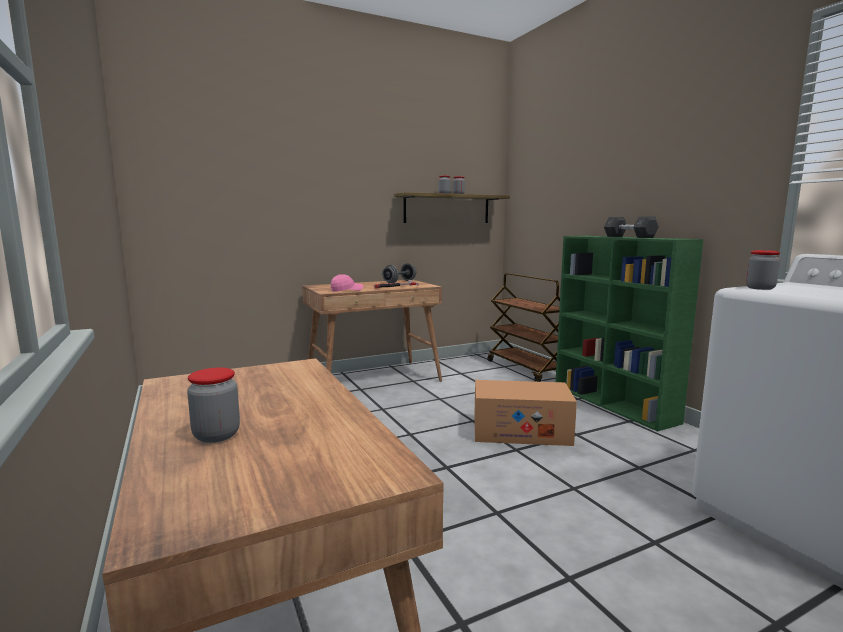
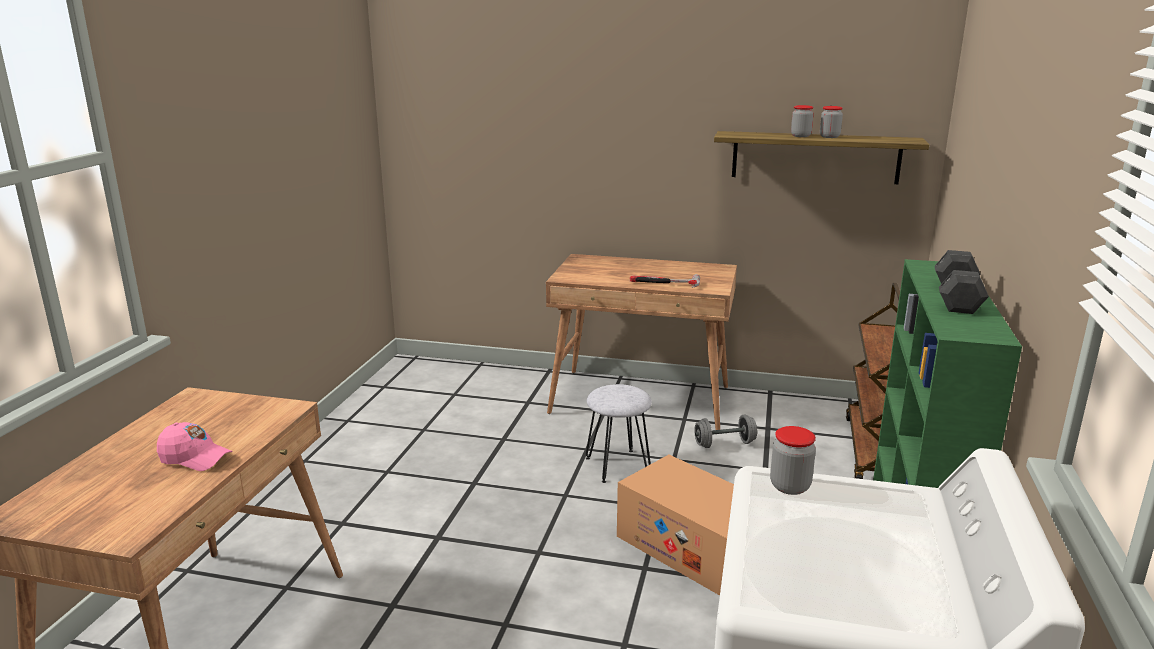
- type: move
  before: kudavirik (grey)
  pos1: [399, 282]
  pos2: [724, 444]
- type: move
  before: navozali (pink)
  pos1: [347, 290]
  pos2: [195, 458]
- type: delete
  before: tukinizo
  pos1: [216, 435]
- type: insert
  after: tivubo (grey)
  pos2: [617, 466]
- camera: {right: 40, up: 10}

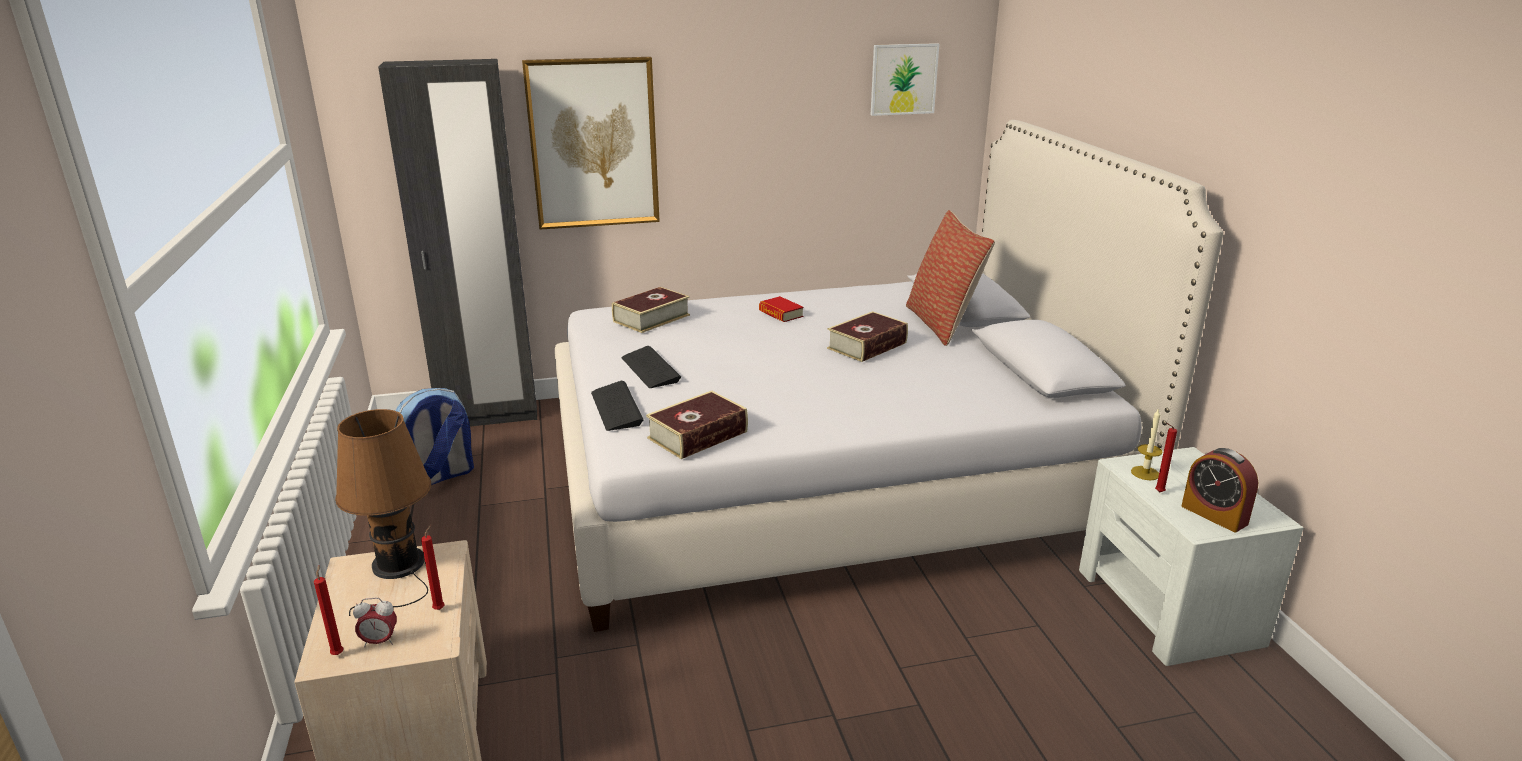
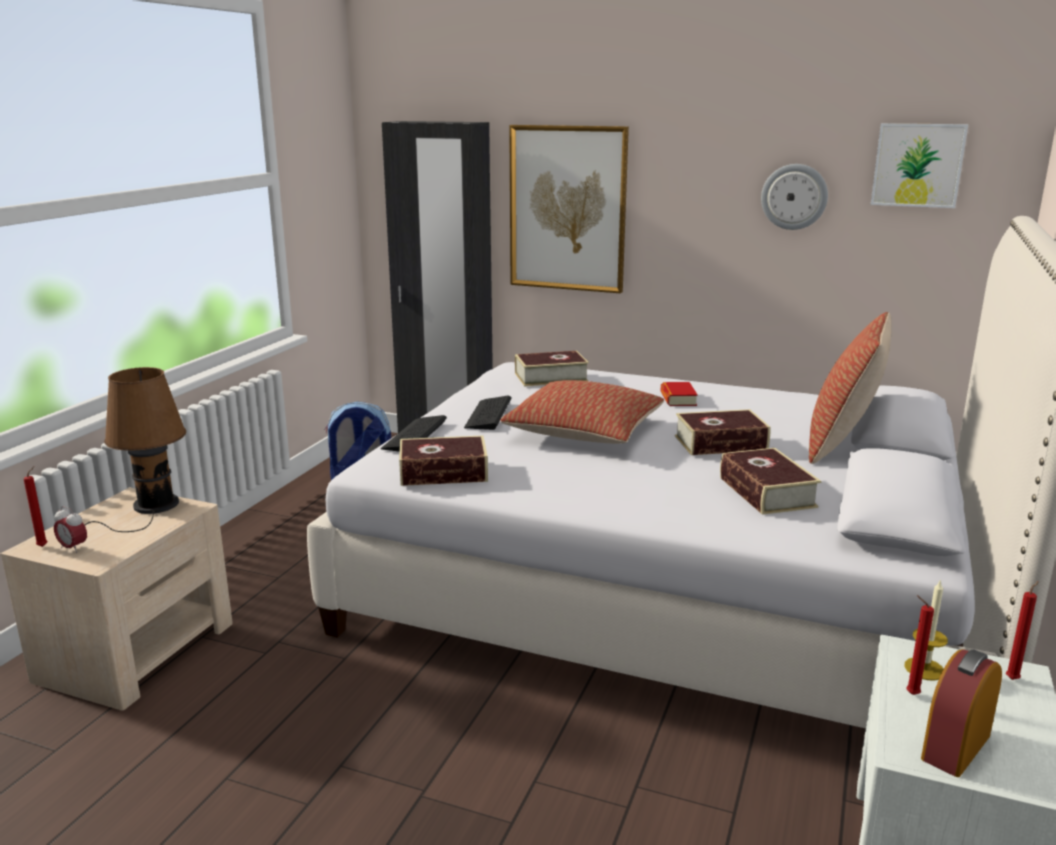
- type: rotate
  before: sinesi
  pos1: [1214, 515]
  pos2: [956, 747]
  turn: 45
- type: move
  before: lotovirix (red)
  pos1: [440, 608]
  pos2: [1013, 679]
- type: insert
  after: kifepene
  pos2: [794, 197]
- type: insert
  after: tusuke
  pos2: [584, 432]
- type: insert
  after: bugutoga
  pos2: [766, 492]
- camera: {right: 35, up: -5}

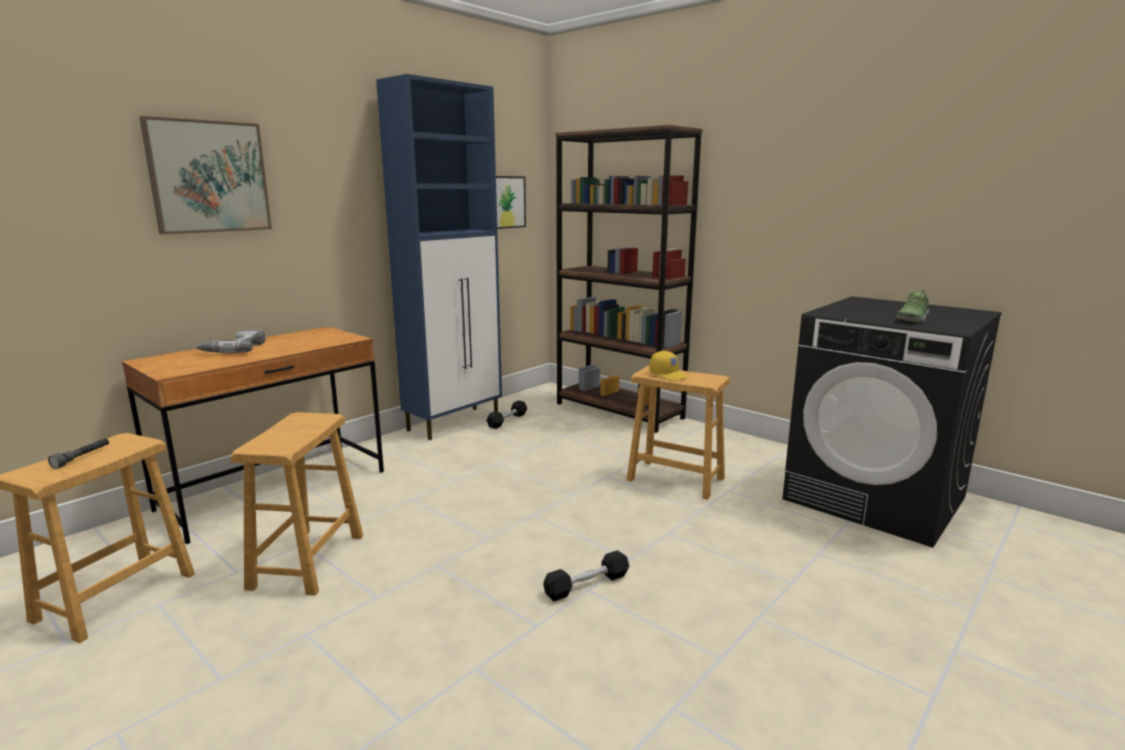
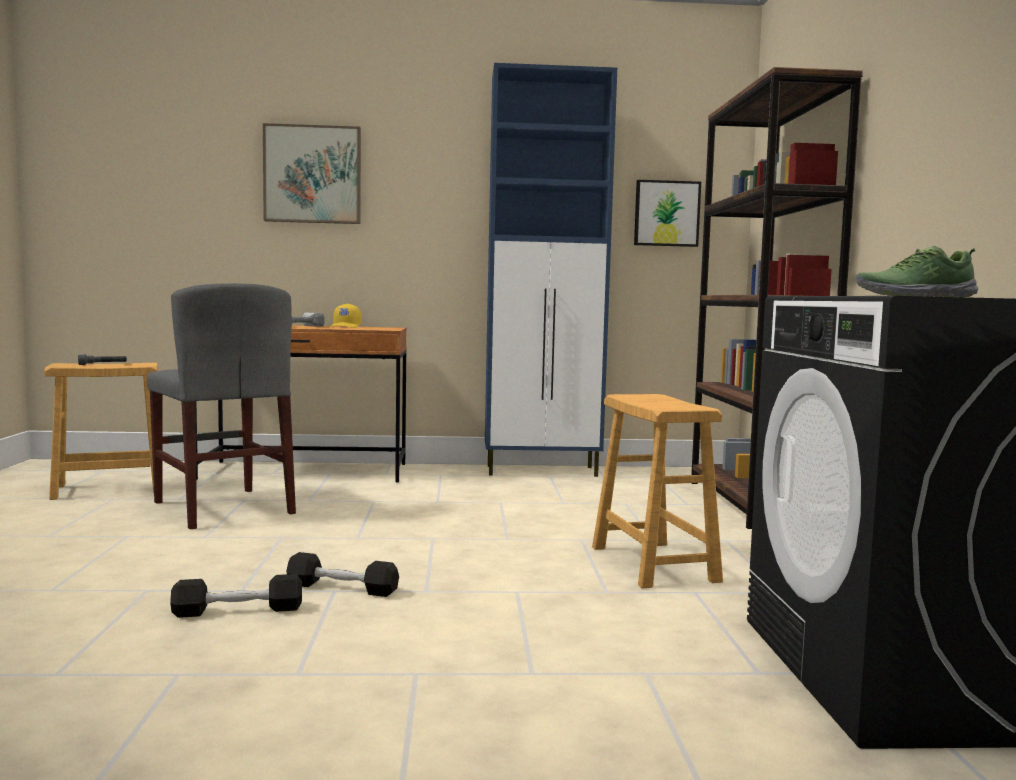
- type: move
  before: navozali (yellow)
  pos1: [669, 375]
  pos2: [346, 327]
- type: move
  before: kudavirik (black)
  pos1: [507, 420]
  pos2: [238, 610]
- type: replace
  before: tivubo (brown)
  after: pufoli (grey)
  pos1: [308, 561]
  pos2: [223, 508]
- camera: {right: 45, up: -10}

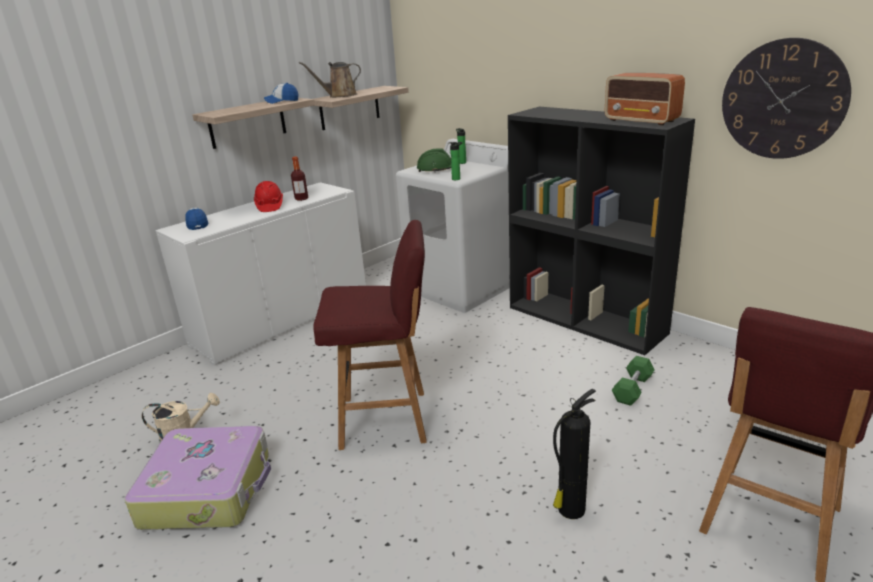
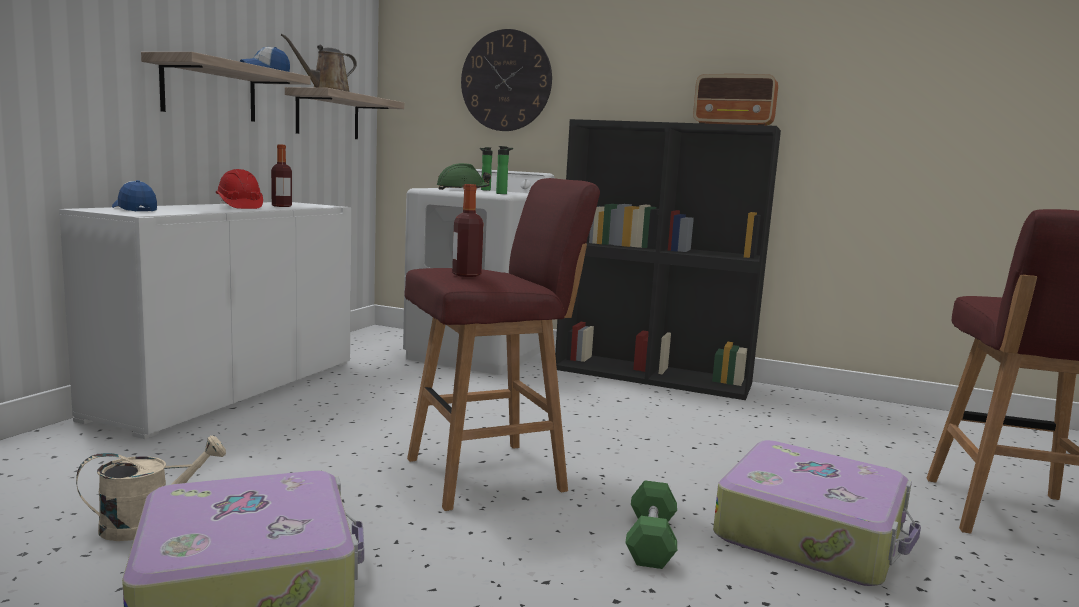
- type: move
  before: kifepene
  pos1: [783, 99]
  pos2: [506, 81]
- type: move
  before: kudavirik (green)
  pos1: [632, 389]
  pos2: [651, 541]
- type: replace
  before: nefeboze
  after: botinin
  pos1: [570, 510]
  pos2: [812, 533]
- type: insert
  after: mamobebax
  pos2: [466, 275]
- camera: {right: -25, up: -15}

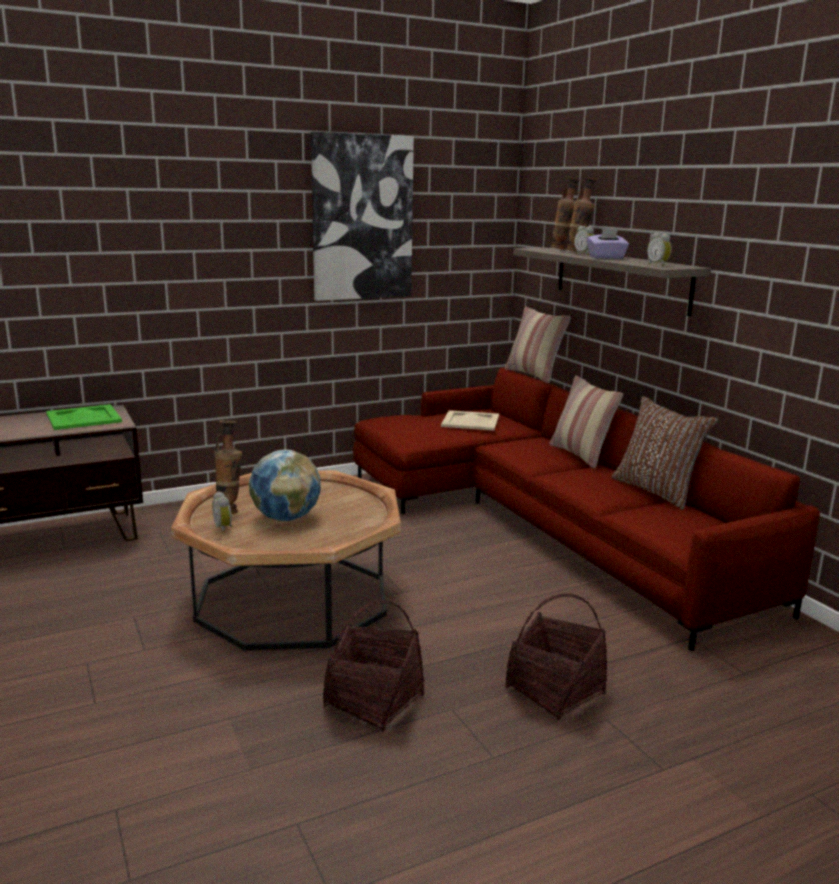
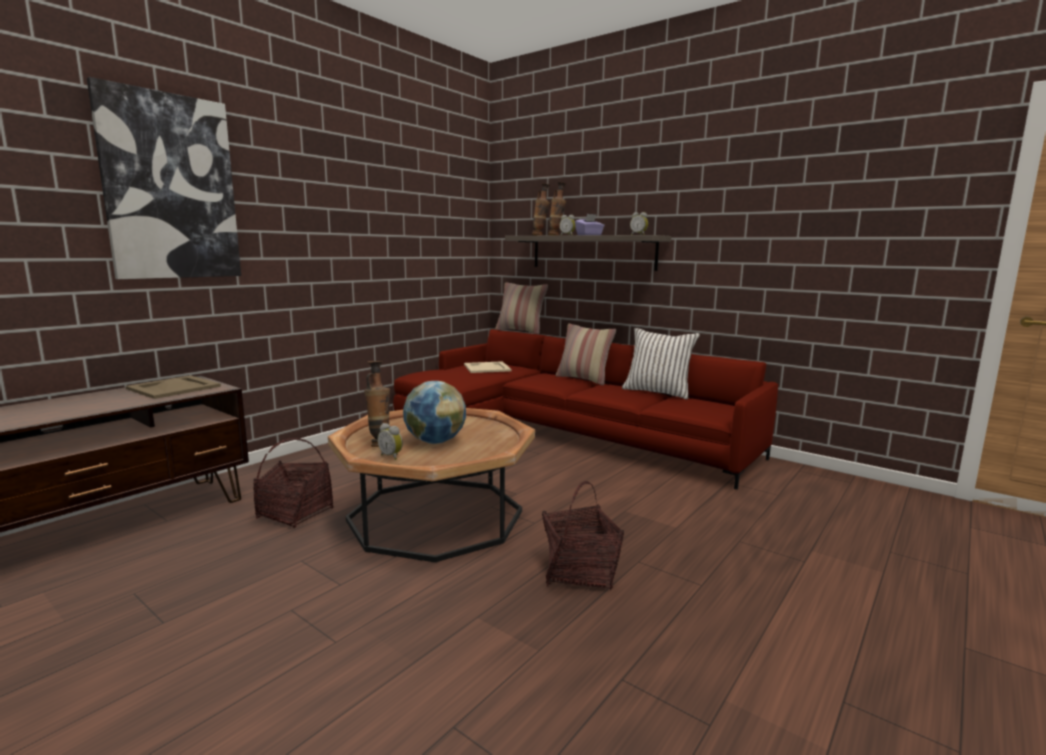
- type: move
  before: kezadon
  pos1: [362, 218]
  pos2: [170, 188]
- type: recolor
  before: tusuke (brown)
  after: tusuke (white)
  pos1: [656, 491]
  pos2: [657, 392]
- type: recolor
  before: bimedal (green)
  after: bimedal (beige)
  pos1: [83, 418]
  pos2: [173, 388]
- type: move
  before: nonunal
  pos1: [555, 691]
  pos2: [296, 513]
- camera: {right: -25, up: -5}

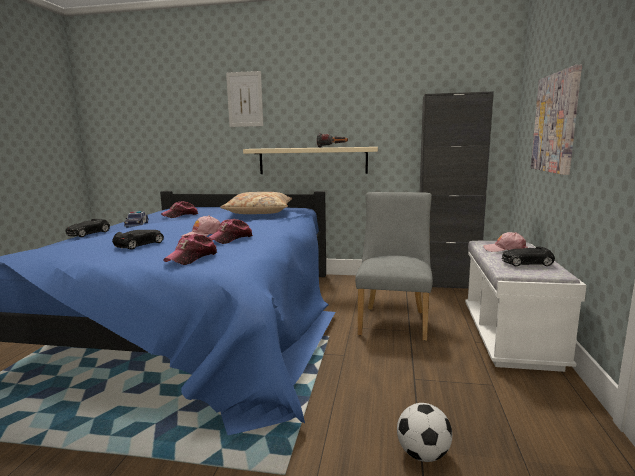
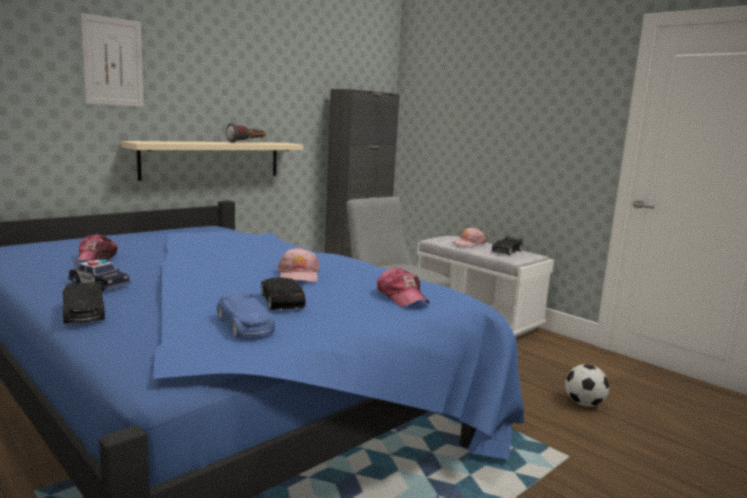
- type: delete
  before: kezadon
  pos1: [556, 123]
- type: delete
  before: tusuke (beige)
  pos1: [259, 212]
- type: delete
  before: navozali
  pos1: [231, 239]
- type: insert
  after: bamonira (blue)
  pos2: [245, 326]
- camera: {right: -55, up: 0}

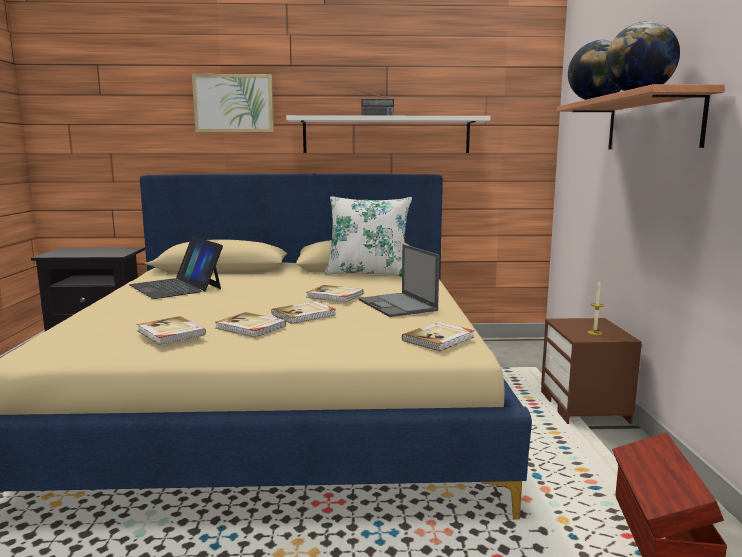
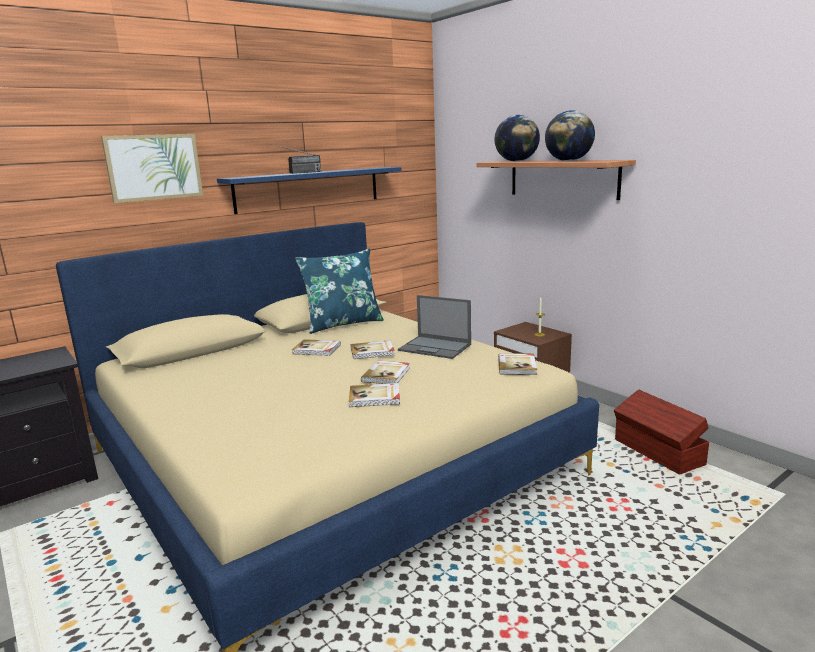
- type: recolor
  before: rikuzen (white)
  after: rikuzen (blue)
  pos1: [386, 135]
  pos2: [309, 189]
- type: recolor
  before: tusuke (white)
  after: tusuke (blue)
  pos1: [368, 273]
  pos2: [343, 324]
- type: delete
  before: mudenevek
  pos1: [176, 287]
- type: move
  before: bugutoga
  pos1: [170, 333]
  pos2: [316, 349]
- camera: {right: -35, up: 5}

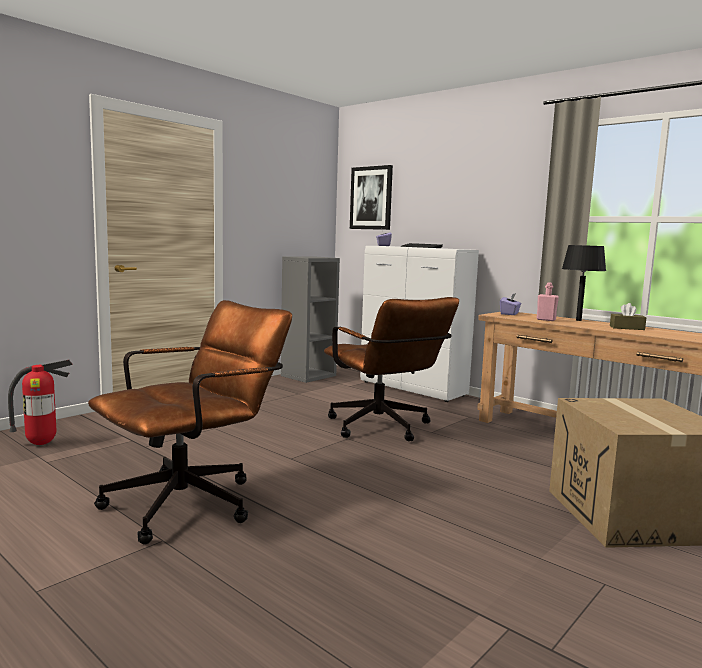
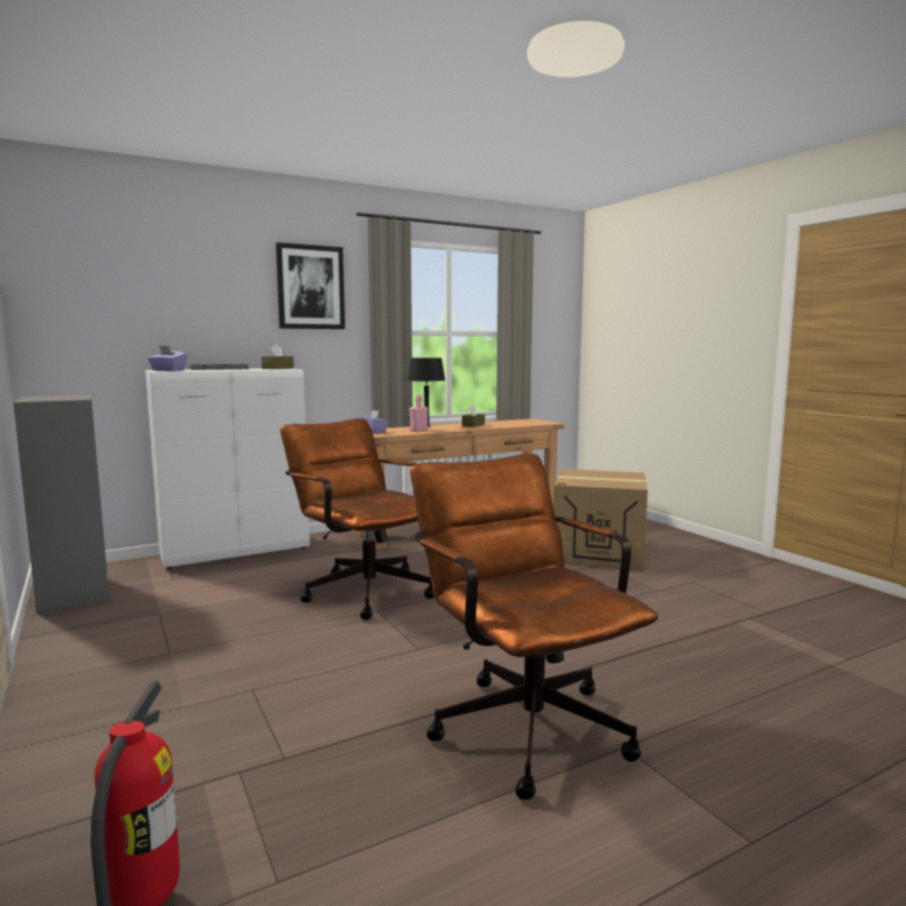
- type: move
  before: kezadon
  pos1: [371, 198]
  pos2: [310, 287]
- type: rotate
  before: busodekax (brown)
  pos1: [383, 429]
  pos2: [362, 589]
  turn: -120
- type: insert
  after: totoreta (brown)
  pos2: [278, 368]
- camera: {right: -70, up: 0}

